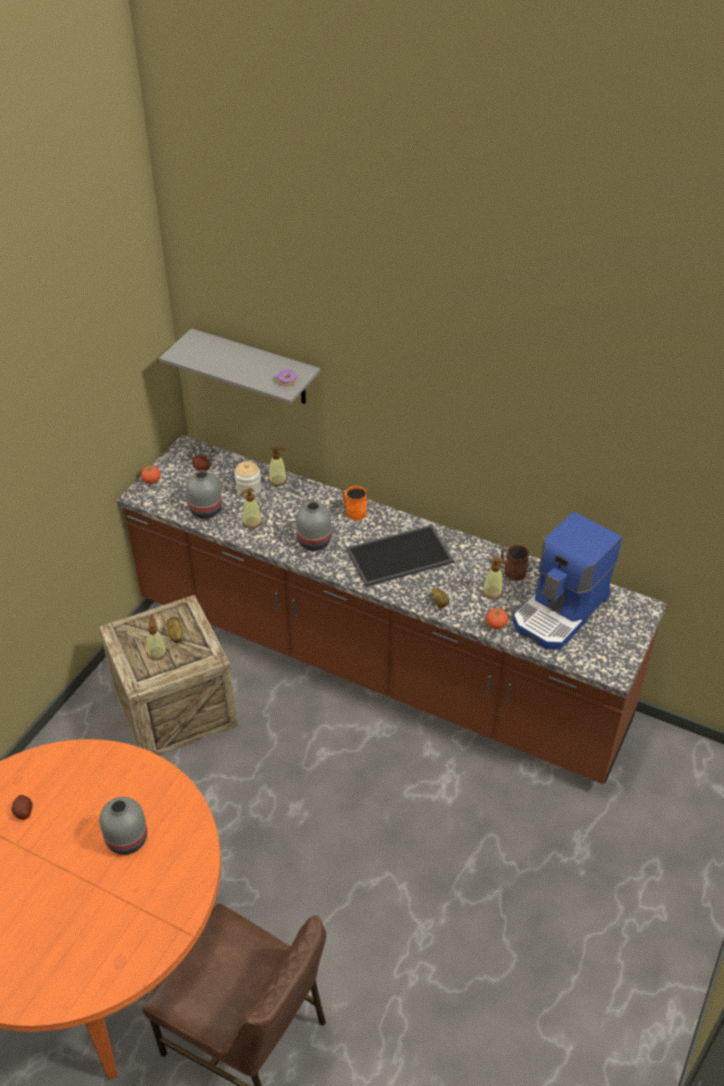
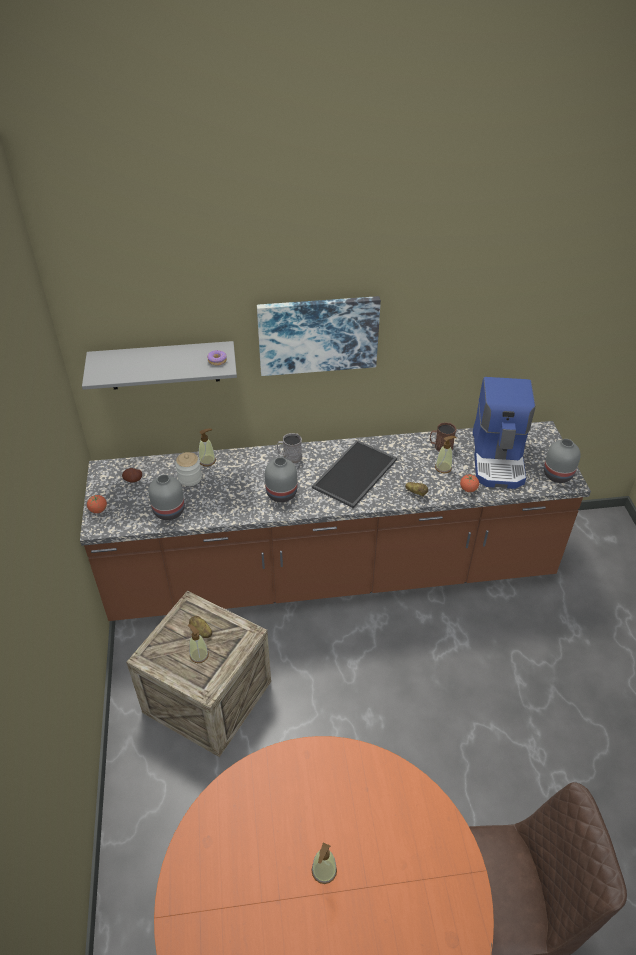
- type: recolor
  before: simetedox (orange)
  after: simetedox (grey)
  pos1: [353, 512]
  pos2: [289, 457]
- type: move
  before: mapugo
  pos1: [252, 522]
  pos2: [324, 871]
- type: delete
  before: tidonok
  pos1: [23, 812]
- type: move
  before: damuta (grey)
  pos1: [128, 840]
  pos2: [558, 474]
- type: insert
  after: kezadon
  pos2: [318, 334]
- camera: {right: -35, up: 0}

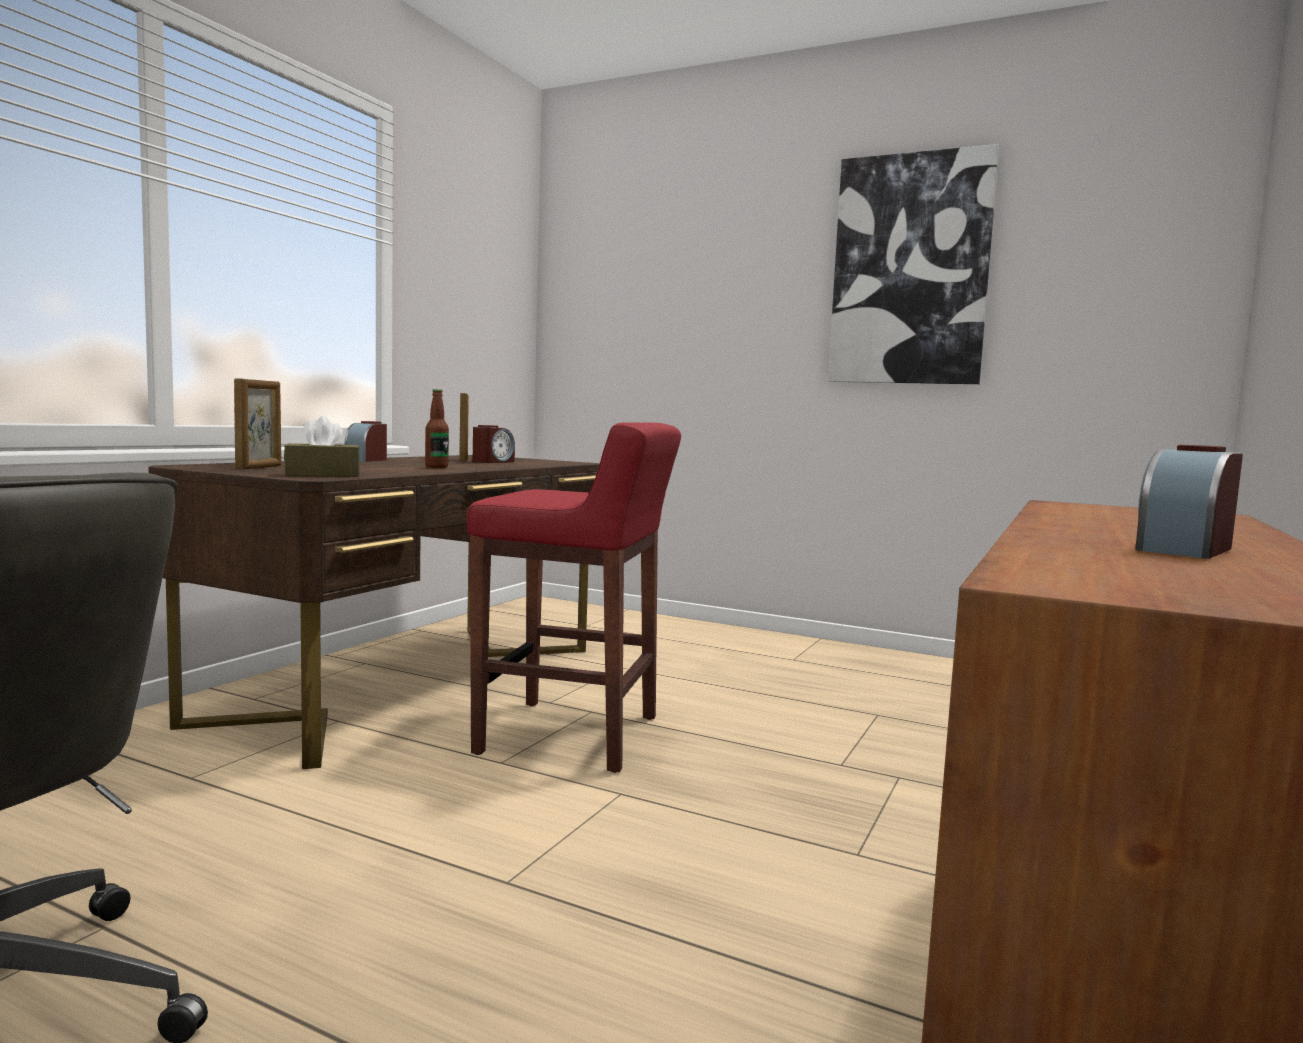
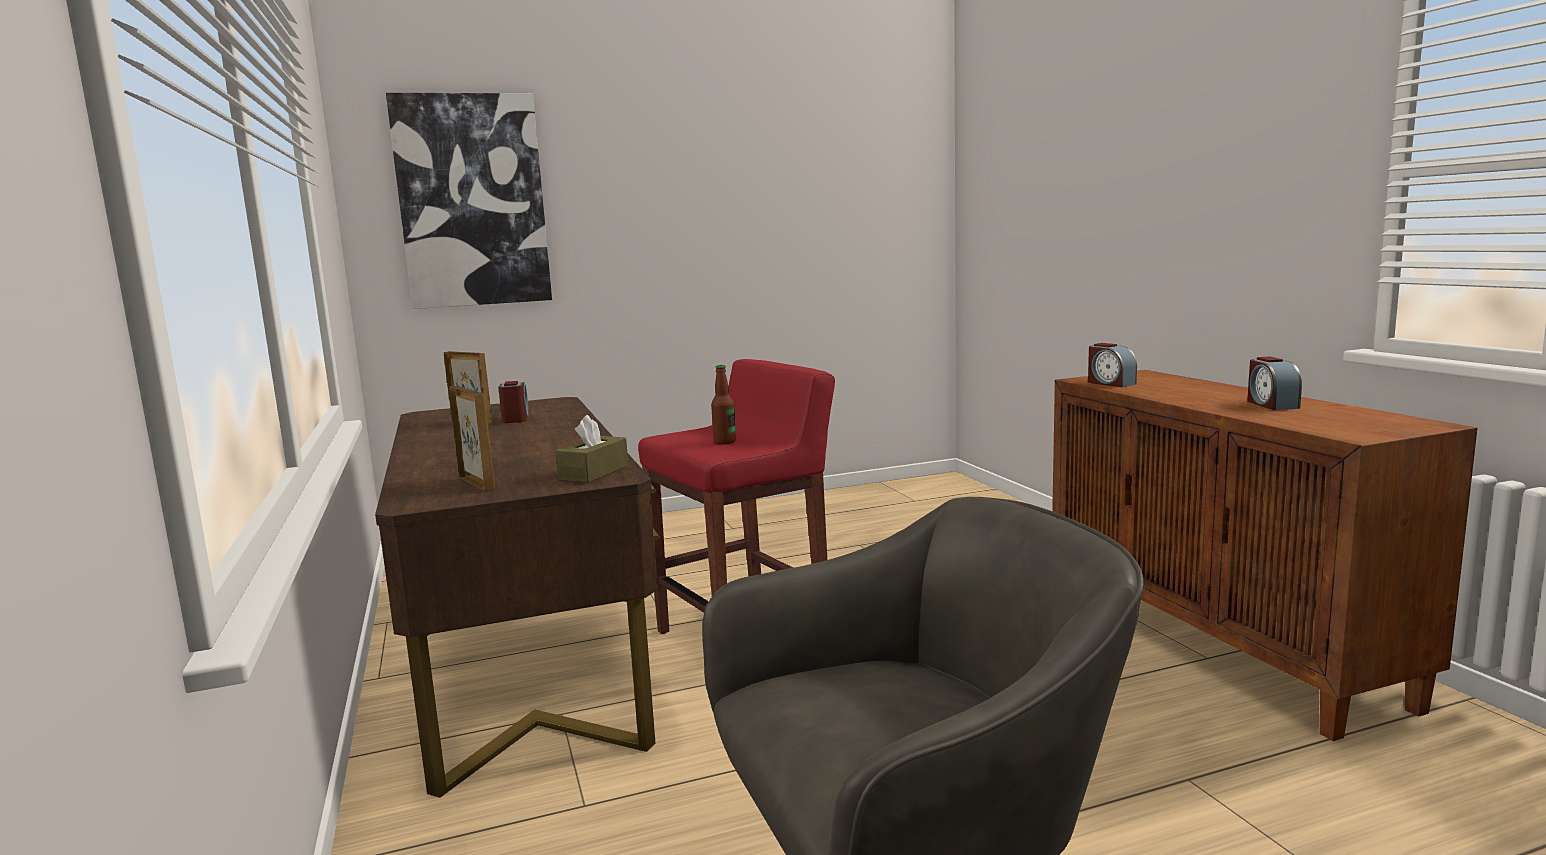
- type: move
  before: kezadon
  pos1: [910, 270]
  pos2: [472, 201]
- type: move
  before: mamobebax
  pos1: [436, 467]
  pos2: [724, 442]
- type: move
  before: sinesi
  pos1: [366, 460]
  pos2: [1110, 383]
- camera: {right: -45, up: 5}

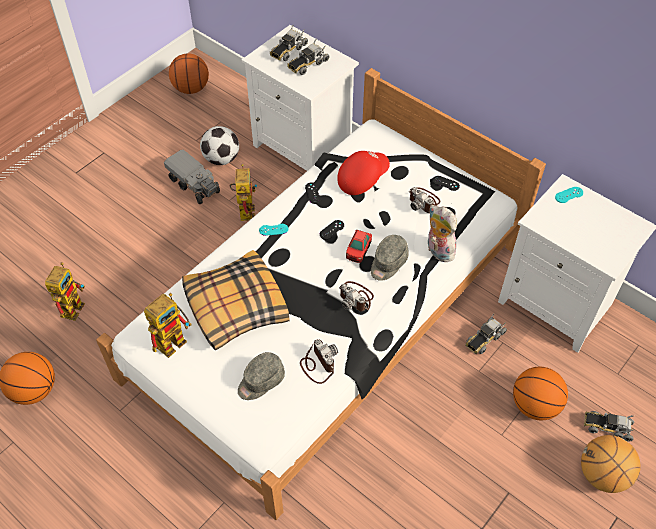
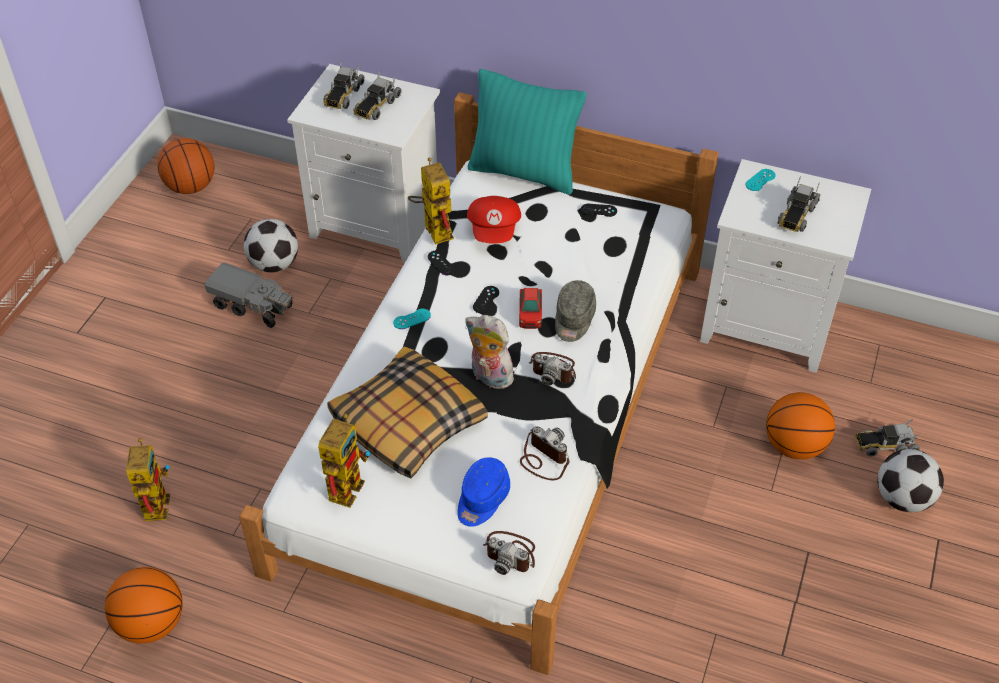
- type: rotate
  before: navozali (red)
  pos1: [362, 178]
  pos2: [495, 230]
  turn: 150
- type: move
  before: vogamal
  pos1: [245, 208]
  pos2: [433, 228]
- type: move
  before: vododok
  pos1: [424, 202]
  pos2: [511, 553]
- type: move
  before: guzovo
  pos1: [438, 251]
  pos2: [489, 377]
- type: move
  before: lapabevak
  pos1: [484, 339]
  pos2: [796, 215]
- type: recolor
  before: navozali (grey)
  after: navozali (blue)
  pos1: [260, 381]
  pos2: [482, 499]
- type: replace
  before: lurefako
  after: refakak
  pos1: [602, 475]
  pos2: [903, 498]
- type: insert
  after: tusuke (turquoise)
  pos2: [524, 172]
- camera: {right: -20, up: -5}

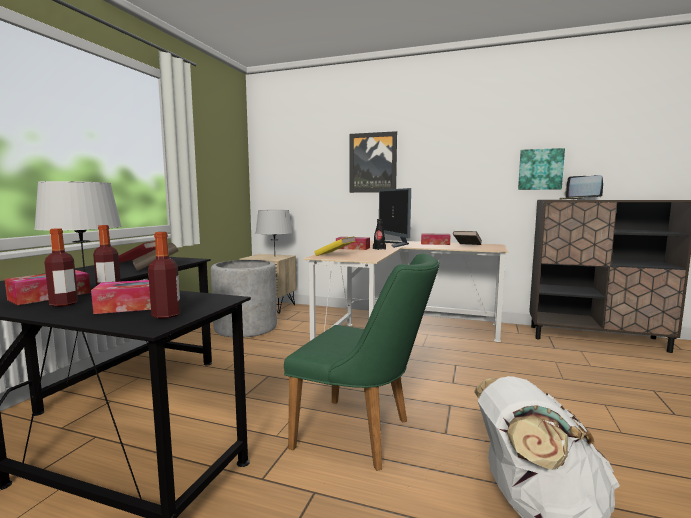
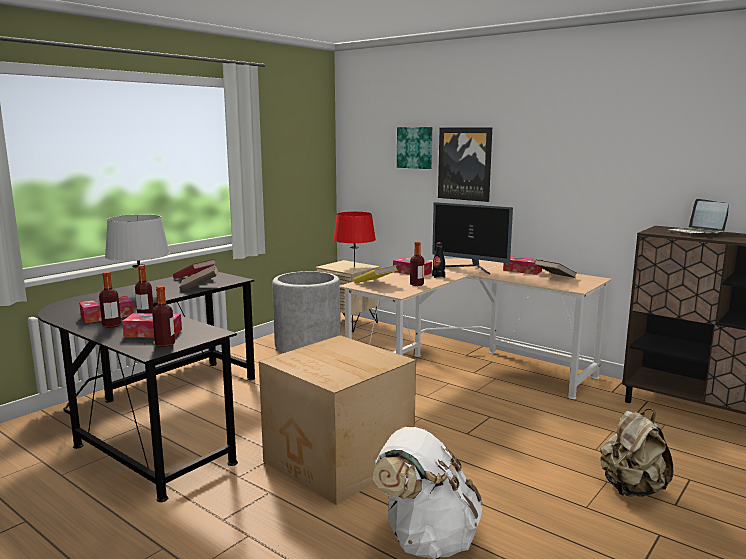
- type: move
  before: kezadon
  pos1: [540, 169]
  pos2: [415, 147]
- type: rotate
  before: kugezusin
  pos1: [395, 244]
  pos2: [470, 269]
  turn: -60
- type: recolor
  before: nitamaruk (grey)
  after: nitamaruk (red)
  pos1: [275, 256]
  pos2: [354, 267]
- type: replace
  before: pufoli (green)
  after: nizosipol
  pos1: [363, 435]
  pos2: [338, 462]
- type: insert
  after: mamobebax
  pos2: [416, 284]
- type: insert
  after: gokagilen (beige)
  pos2: [632, 489]
- camera: {right: 20, up: 5}

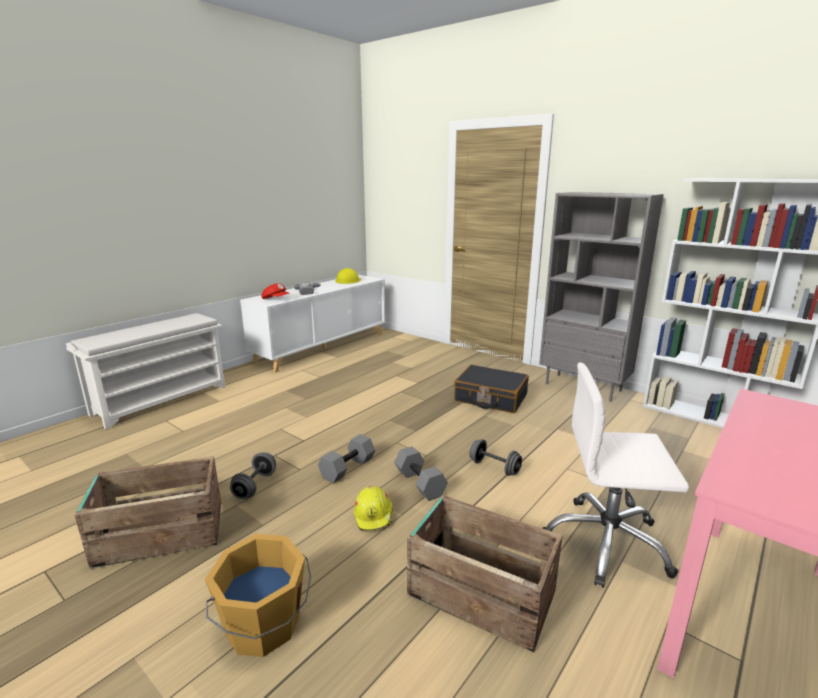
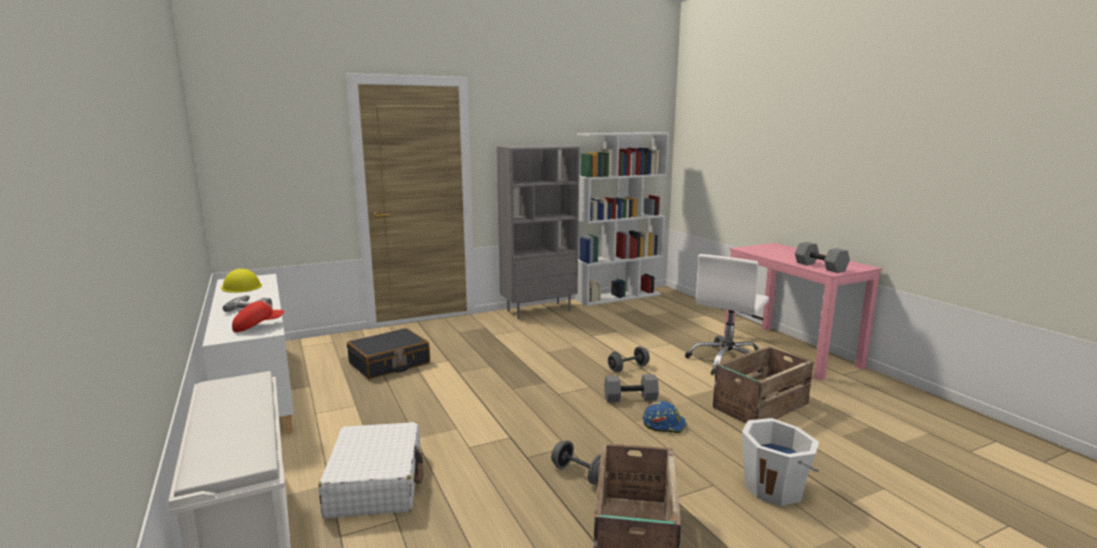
- type: move
  before: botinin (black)
  pos1: [490, 398]
  pos2: [389, 363]
- type: move
  before: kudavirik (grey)
  pos1: [348, 469]
  pos2: [821, 267]
- type: recolor
  before: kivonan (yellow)
  after: kivonan (blue)
  pos1: [374, 516]
  pos2: [664, 424]
- type: recolor
  before: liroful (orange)
  after: liroful (white)
  pos1: [264, 626]
  pos2: [775, 488]
- type: insert
  after: botinin (white)
  pos2: [376, 483]
- camera: {right: -65, up: -5}

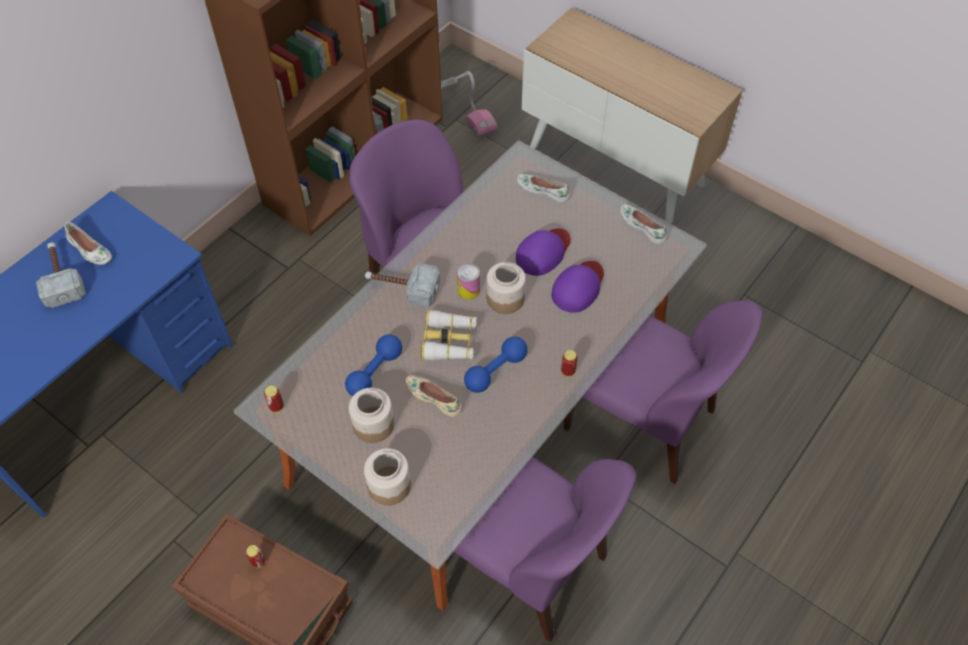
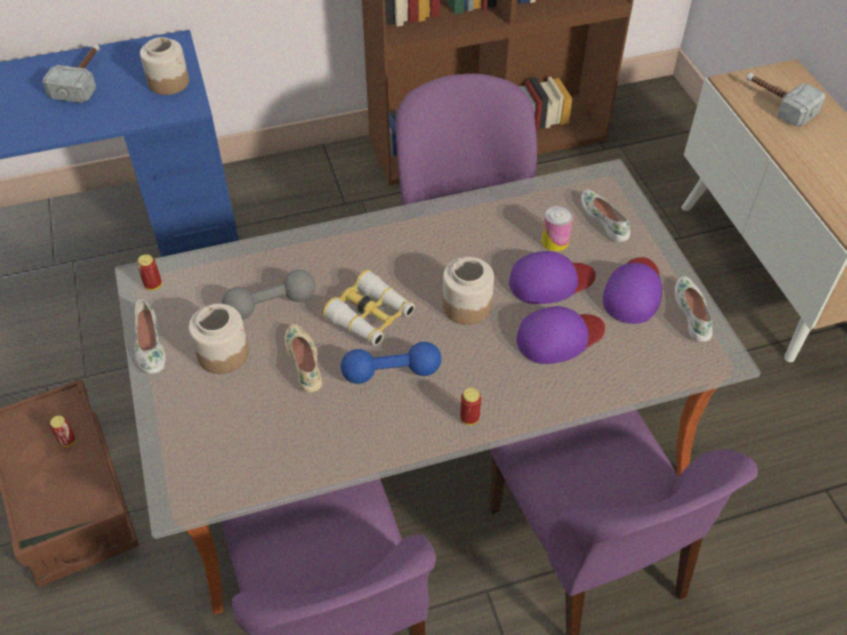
- type: delete
  before: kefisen
  pos1: [466, 108]
- type: move
  before: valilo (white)
  pos1: [90, 250]
  pos2: [149, 346]
- type: move
  before: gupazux
  pos1: [402, 288]
  pos2: [776, 103]
- type: move
  before: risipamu
  pos1: [468, 290]
  pos2: [555, 241]
- type: recolor
  before: kudavirik (blue)
  after: kudavirik (grey)
  pos1: [375, 372]
  pos2: [271, 305]
- type: move
  before: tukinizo
  pos1: [389, 485]
  pos2: [169, 82]
- type: insert
  after: navozali (purple)
  pos2: [633, 292]
- camera: {right: 35, up: -5}

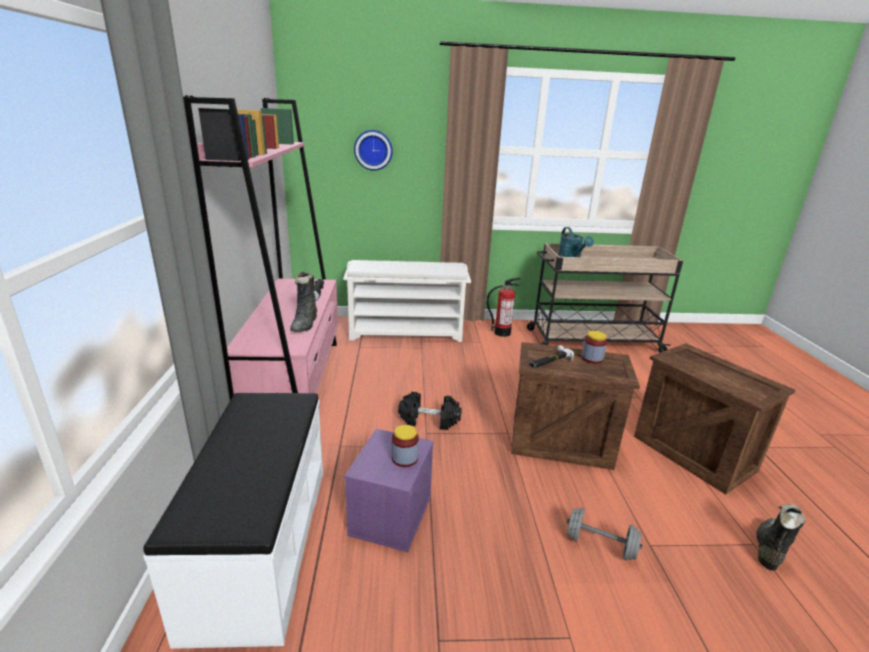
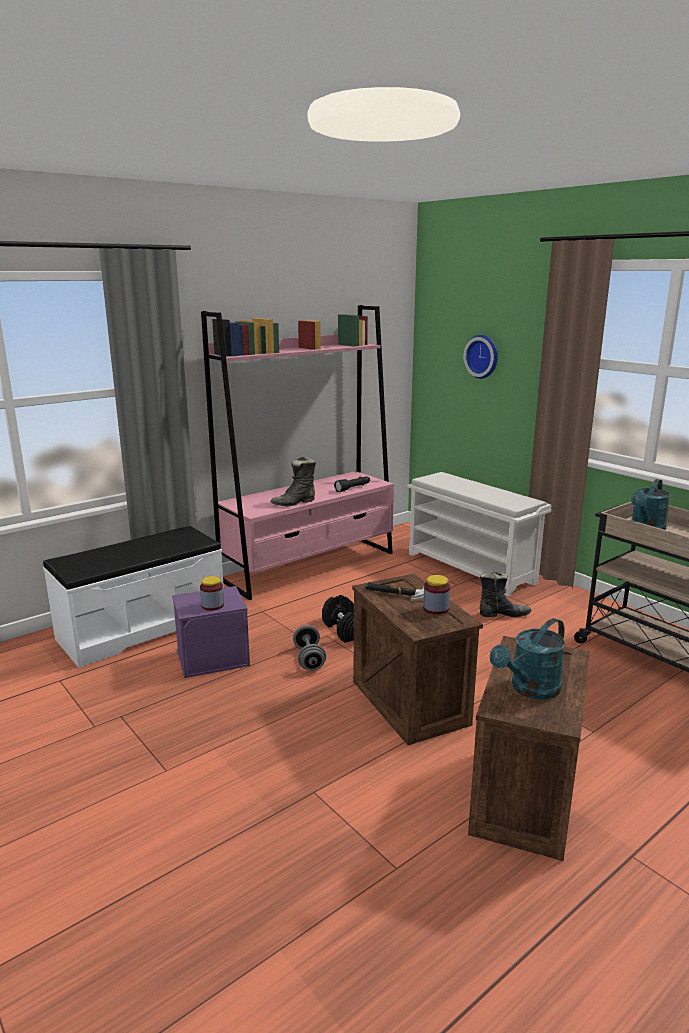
- type: delete
  before: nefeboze
  pos1: [502, 333]
- type: move
  before: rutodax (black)
  pos1: [768, 548]
  pos2: [503, 614]
- type: move
  before: kudavirik (grey)
  pos1: [600, 545]
  pos2: [309, 659]
- type: insert
  after: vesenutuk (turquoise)
  pos2: [530, 689]
- camera: {right: 55, up: -5}

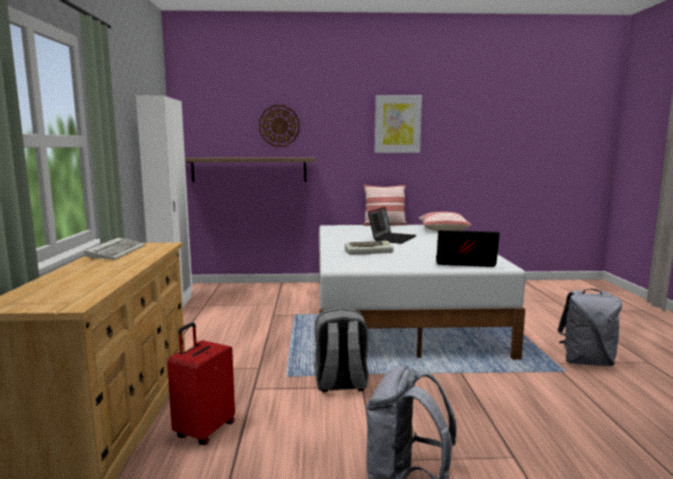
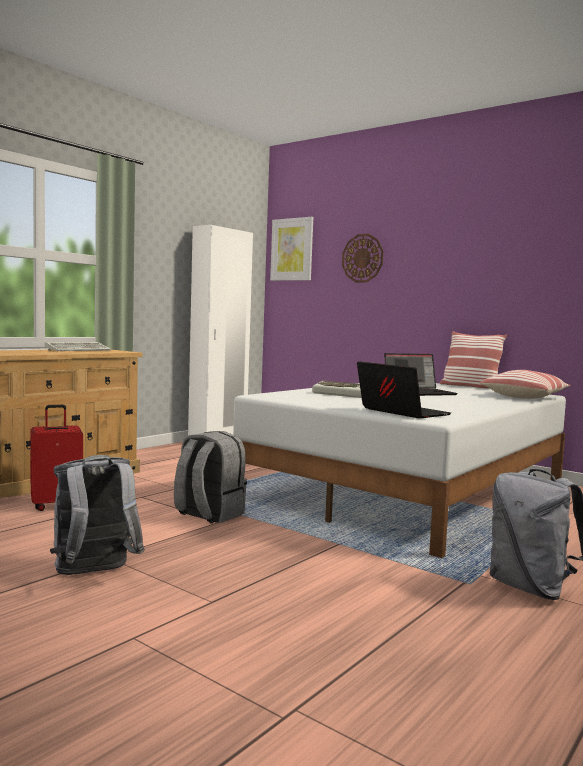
- type: move
  before: kezadon
  pos1: [397, 124]
  pos2: [292, 249]
- type: delete
  before: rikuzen
  pos1: [249, 169]
- camera: {right: 40, up: -5}

